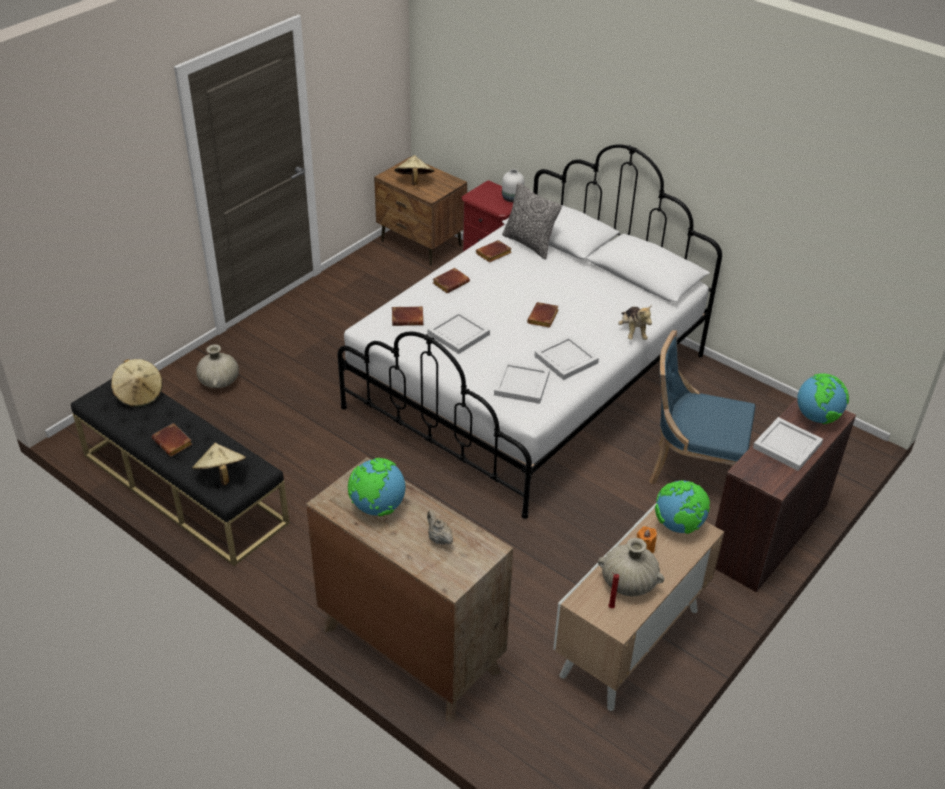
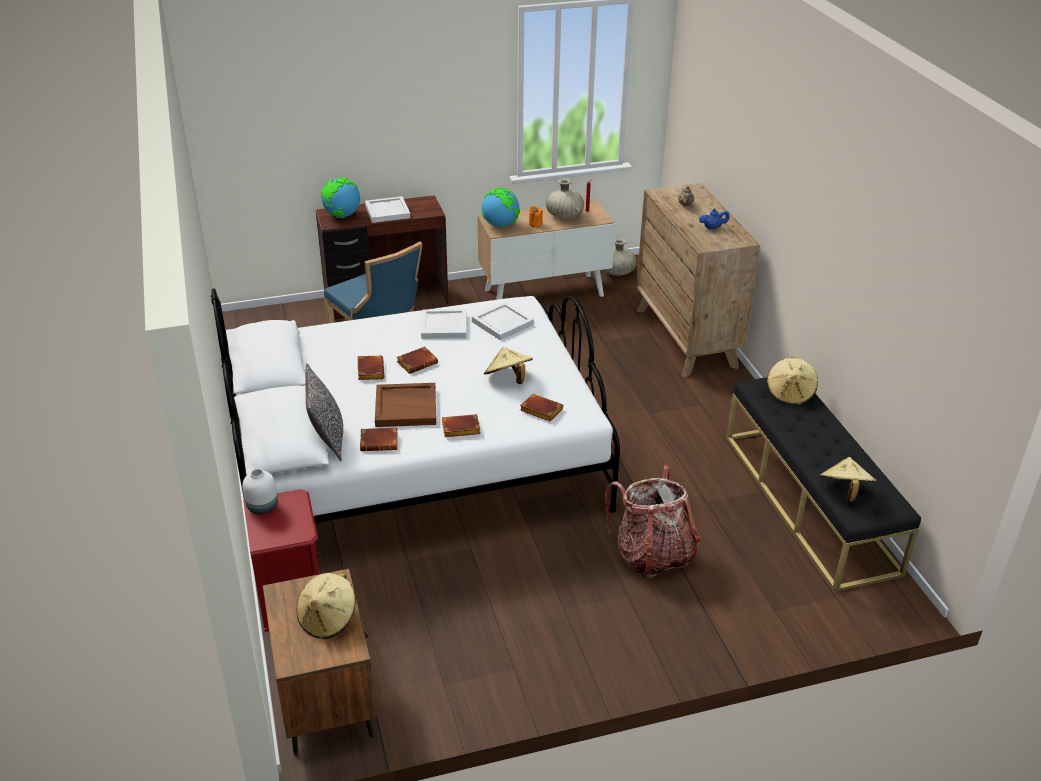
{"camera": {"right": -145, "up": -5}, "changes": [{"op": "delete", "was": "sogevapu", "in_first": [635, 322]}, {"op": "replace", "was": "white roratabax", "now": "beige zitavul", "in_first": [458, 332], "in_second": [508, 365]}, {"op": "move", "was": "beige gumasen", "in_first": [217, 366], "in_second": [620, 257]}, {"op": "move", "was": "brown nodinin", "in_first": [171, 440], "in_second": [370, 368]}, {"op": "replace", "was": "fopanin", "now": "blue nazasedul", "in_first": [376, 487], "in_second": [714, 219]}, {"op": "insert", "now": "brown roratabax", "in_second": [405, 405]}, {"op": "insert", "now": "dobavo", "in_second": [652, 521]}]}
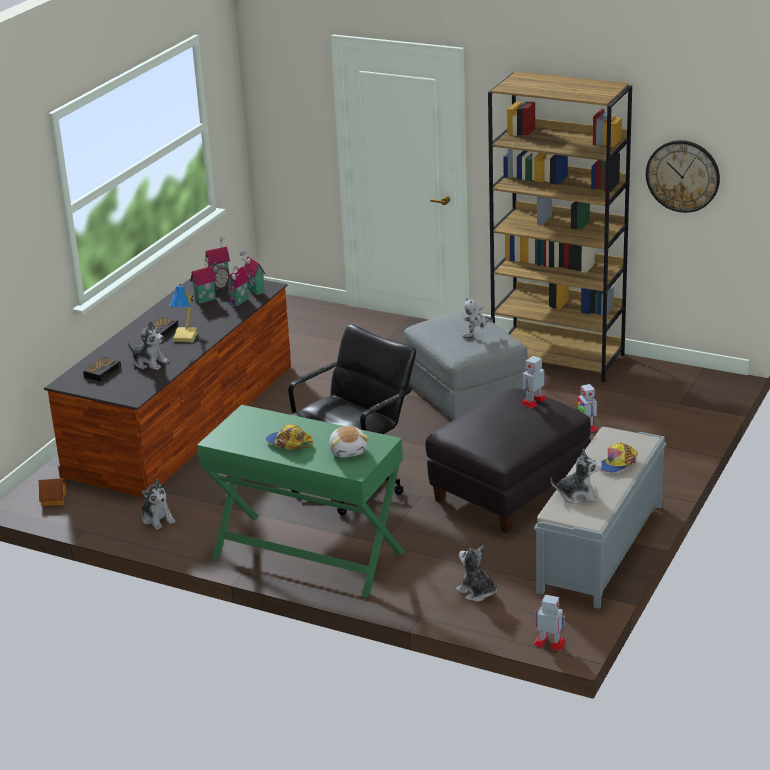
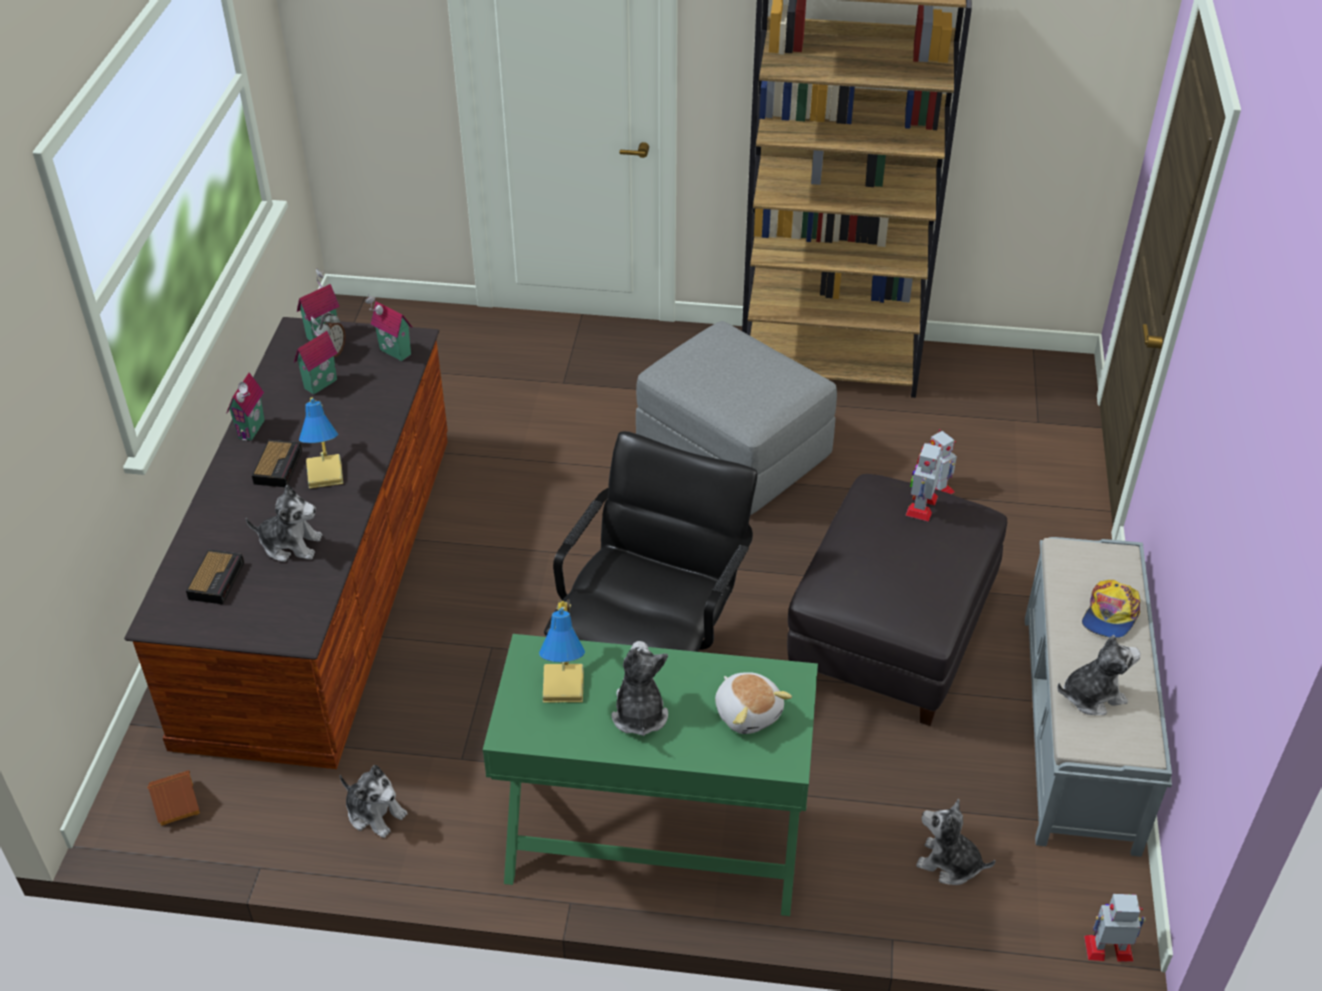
{"camera": {"right": -20, "up": 15}, "changes": [{"op": "delete", "was": "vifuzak", "in_first": [683, 176]}, {"op": "move", "was": "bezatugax", "in_first": [237, 286], "in_second": [246, 407]}, {"op": "delete", "was": "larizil", "in_first": [478, 318]}, {"op": "replace", "was": "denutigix", "now": "sogevapu", "in_first": [289, 437], "in_second": [639, 688]}, {"op": "insert", "now": "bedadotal", "in_second": [562, 651]}]}
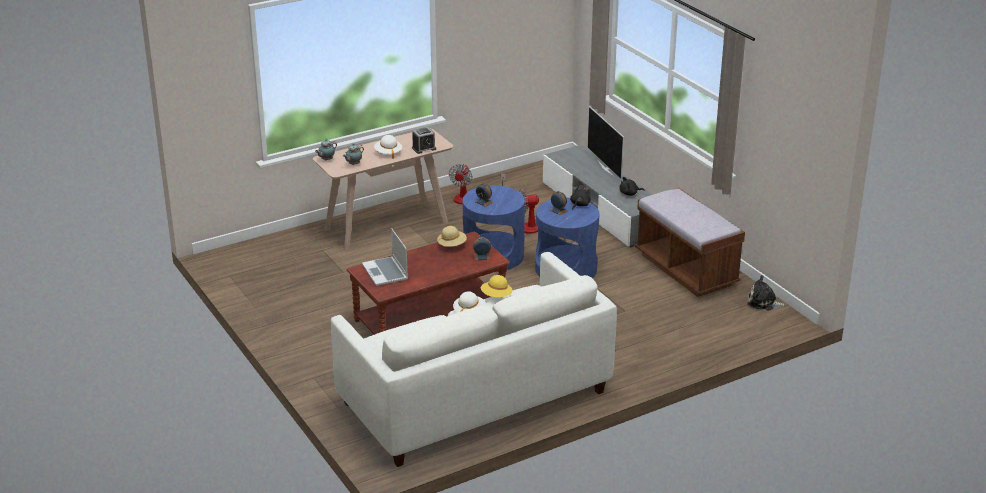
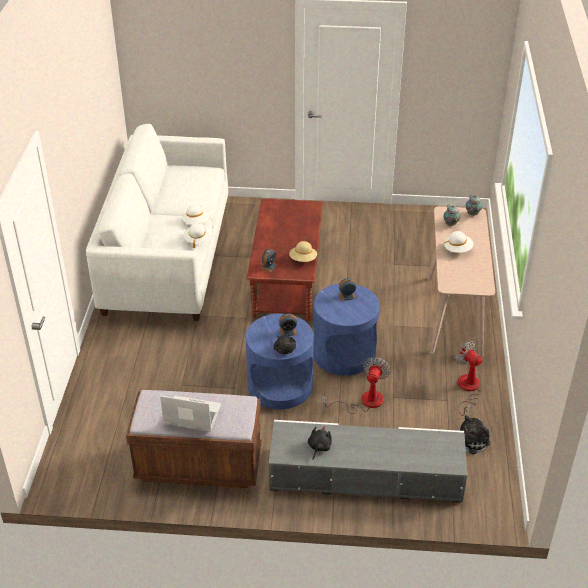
{"camera": {"right": 125, "up": 10}, "changes": [{"op": "delete", "was": "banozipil", "in_first": [605, 143]}, {"op": "delete", "was": "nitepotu", "in_first": [424, 140]}, {"op": "move", "was": "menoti", "in_first": [385, 257], "in_second": [190, 413]}, {"op": "recolor", "was": "yellow zitavul", "now": "white zitavul", "in_first": [497, 286], "in_second": [198, 235]}, {"op": "move", "was": "sogevapu", "in_first": [767, 293], "in_second": [475, 434]}]}
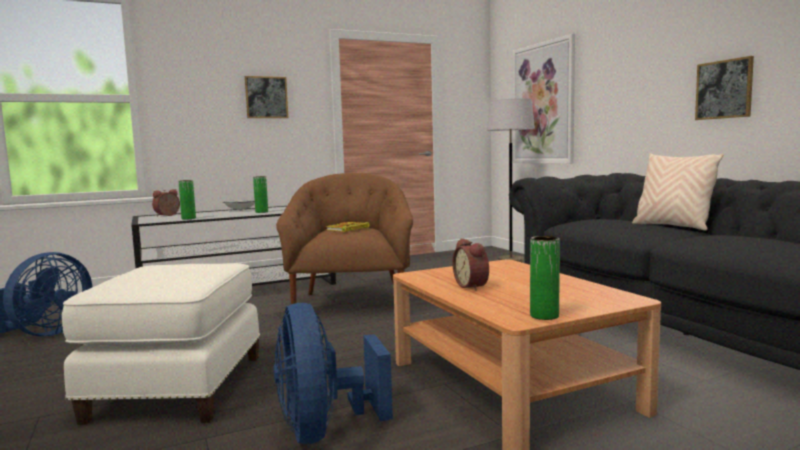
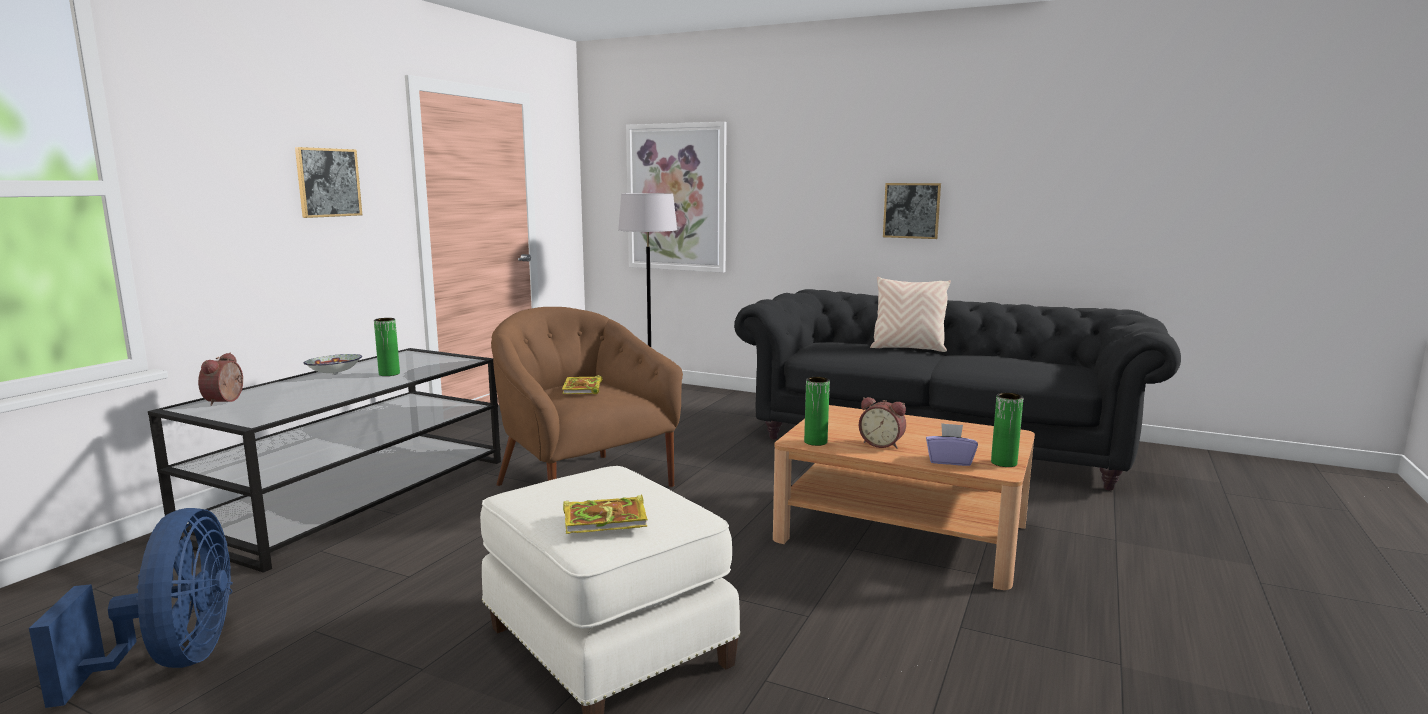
{"camera": {"right": -40, "up": 5}, "changes": [{"op": "move", "was": "green gumasen", "in_first": [187, 200], "in_second": [817, 411]}, {"op": "delete", "was": "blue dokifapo", "in_first": [333, 373]}, {"op": "insert", "now": "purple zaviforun", "in_second": [952, 444]}, {"op": "insert", "now": "nodinin", "in_second": [605, 514]}]}
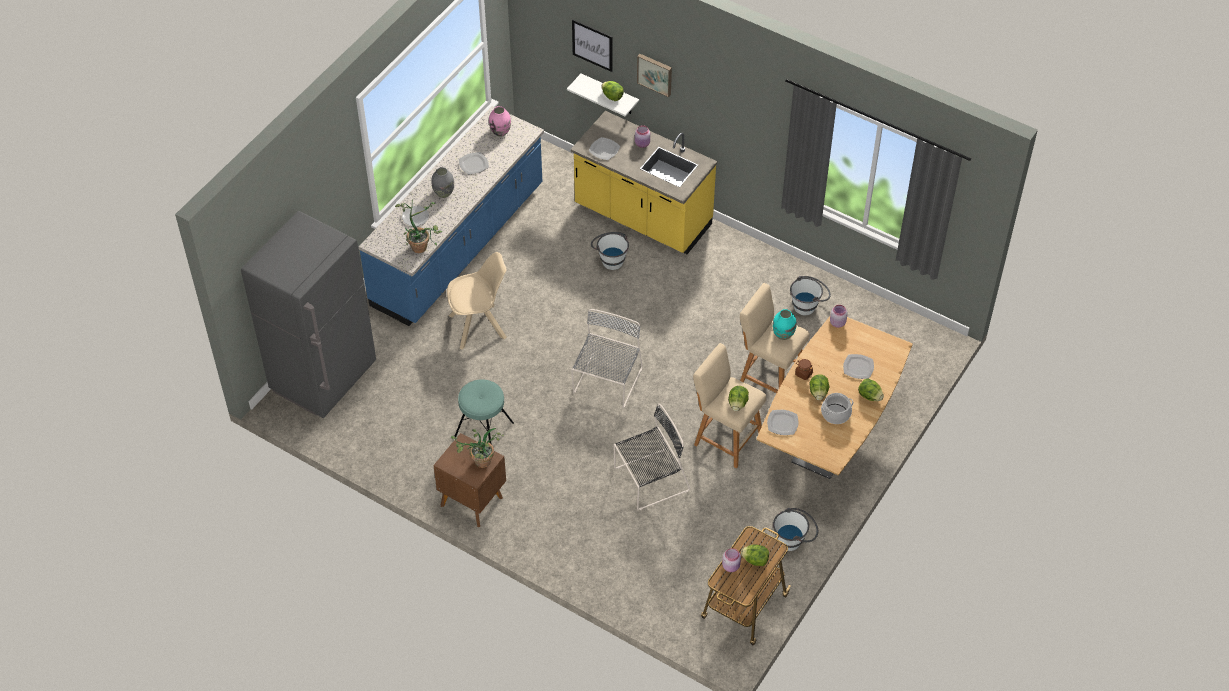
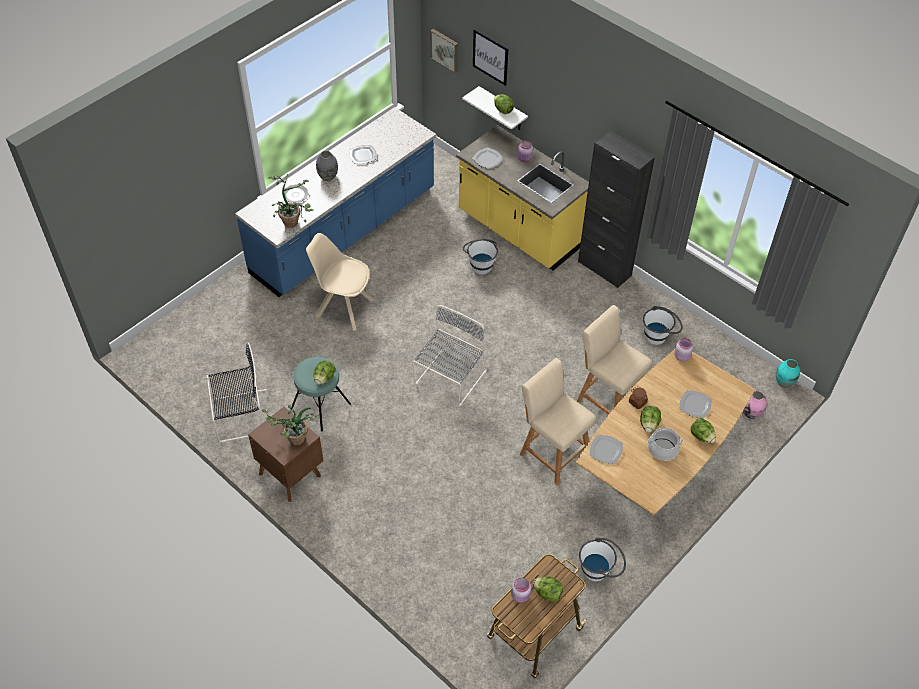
{"camera": {"right": 10, "up": 0}, "changes": [{"op": "move", "was": "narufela", "in_first": [654, 75], "in_second": [444, 51]}, {"op": "move", "was": "pink gumasen", "in_first": [500, 121], "in_second": [755, 404]}, {"op": "delete", "was": "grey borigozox", "in_first": [308, 314]}, {"op": "rotate", "was": "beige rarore", "in_first": [477, 301], "in_second": [340, 282], "clockwise": -150}, {"op": "move", "was": "turquoise gumasen", "in_first": [785, 324], "in_second": [788, 373]}, {"op": "move", "was": "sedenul", "in_first": [738, 398], "in_second": [325, 372]}, {"op": "move", "was": "black rarore", "in_first": [652, 457], "in_second": [237, 392]}, {"op": "insert", "now": "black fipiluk", "in_second": [616, 209]}]}
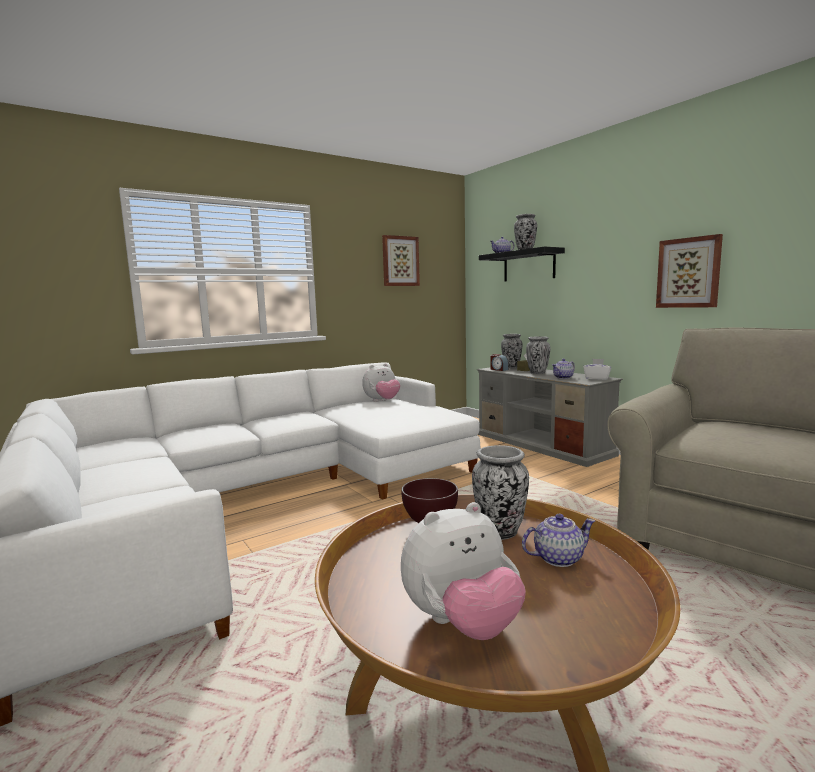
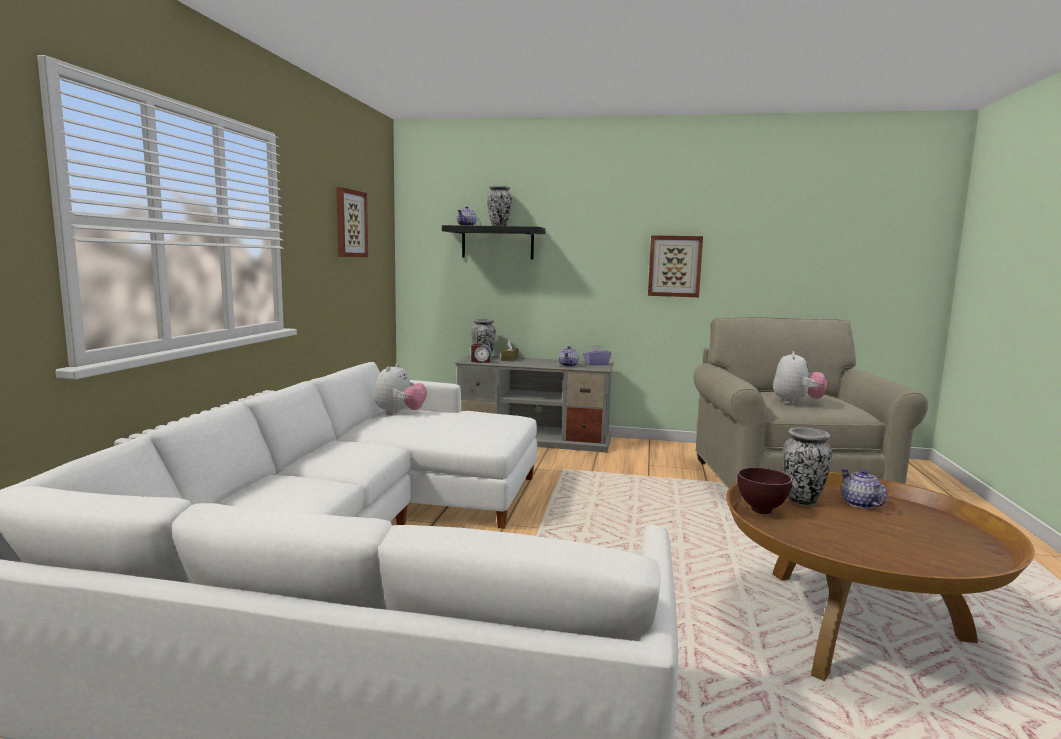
{"camera": {"right": -45, "up": 0}, "changes": [{"op": "delete", "was": "gumasen", "in_first": [538, 355]}, {"op": "recolor", "was": "white zaviforun", "now": "purple zaviforun", "in_first": [597, 369], "in_second": [597, 354]}, {"op": "move", "was": "sogevapu", "in_first": [463, 571], "in_second": [800, 377]}, {"op": "rotate", "was": "nazasedul", "in_first": [558, 540], "in_second": [864, 489], "clockwise": -45}]}
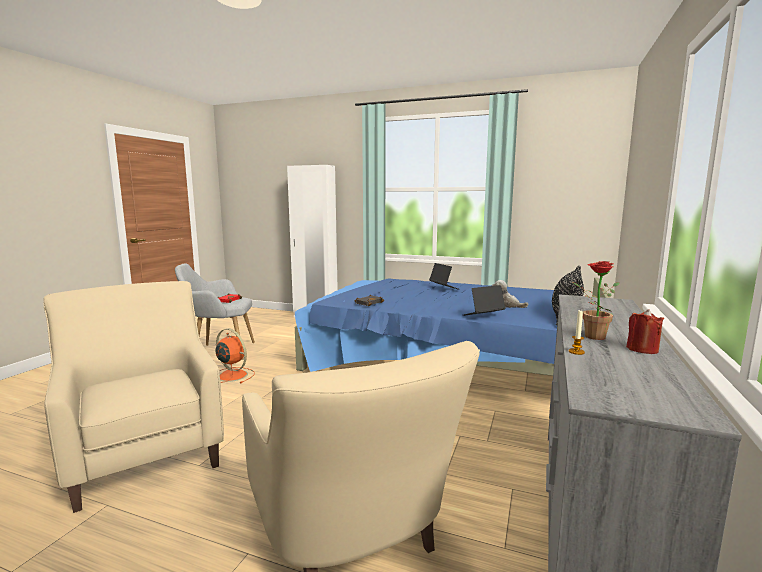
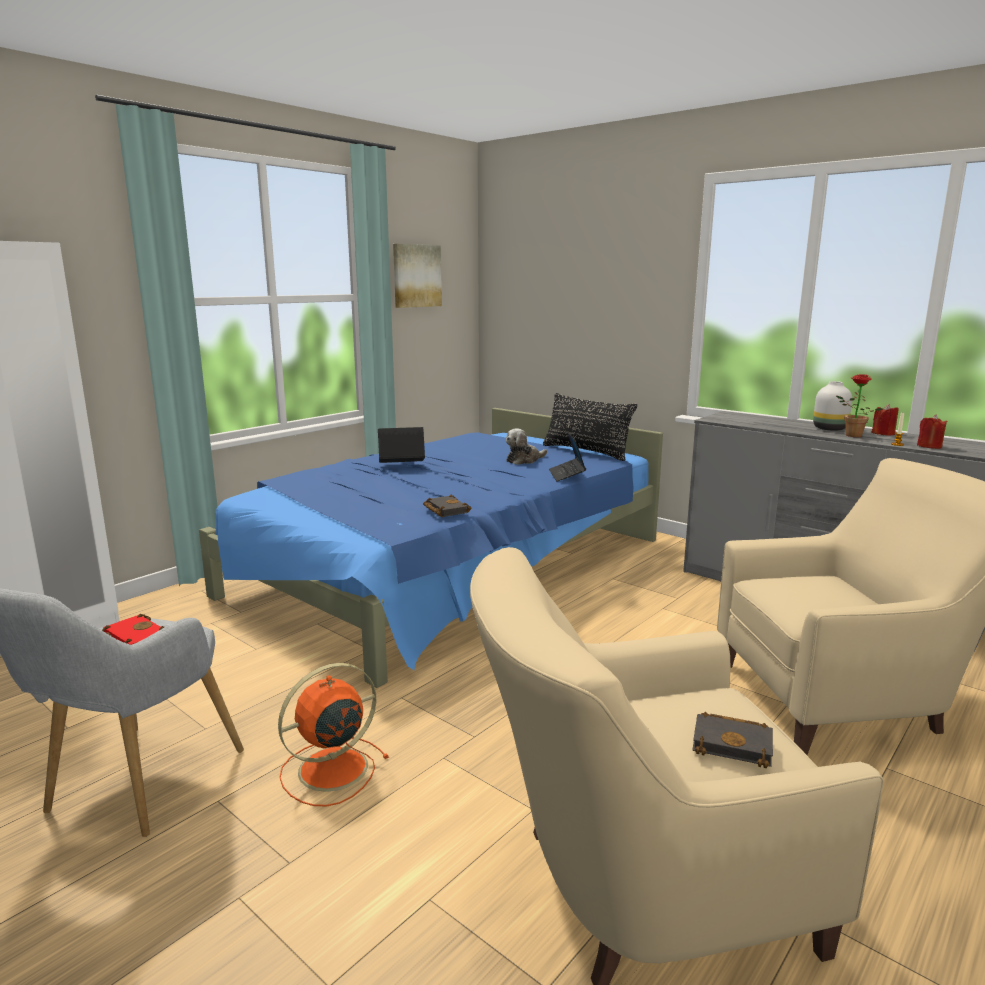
{"camera": {"right": -70, "up": 5}, "changes": [{"op": "insert", "now": "narufela", "in_second": [417, 276]}, {"op": "insert", "now": "white gumasen", "in_second": [832, 406]}, {"op": "insert", "now": "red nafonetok", "in_second": [932, 431]}, {"op": "insert", "now": "black nodinin", "in_second": [732, 740]}]}
